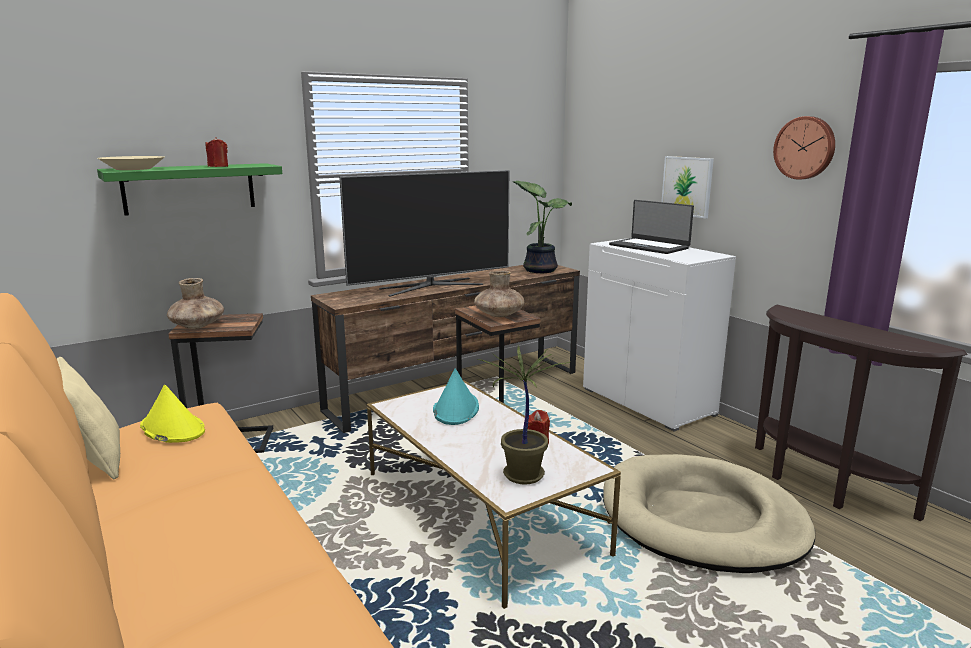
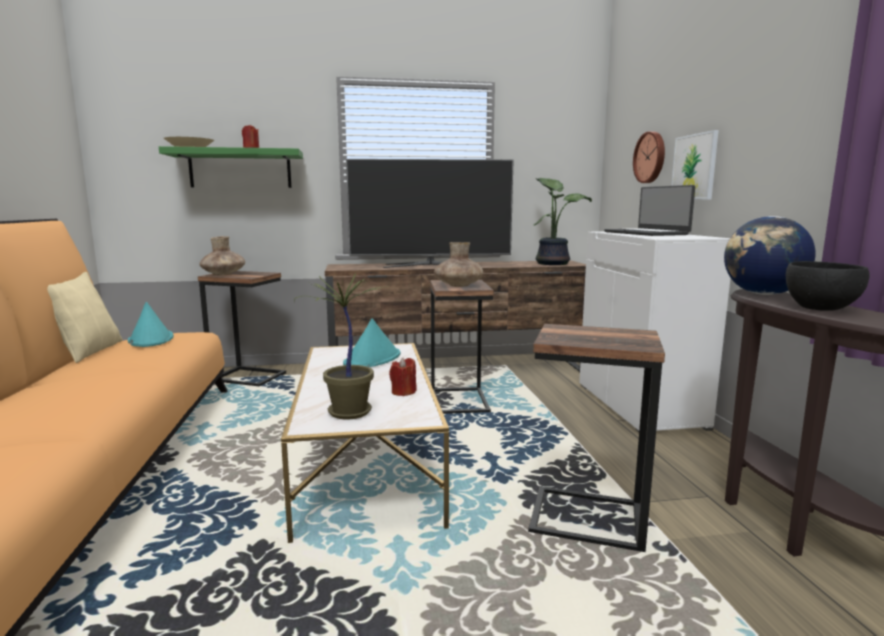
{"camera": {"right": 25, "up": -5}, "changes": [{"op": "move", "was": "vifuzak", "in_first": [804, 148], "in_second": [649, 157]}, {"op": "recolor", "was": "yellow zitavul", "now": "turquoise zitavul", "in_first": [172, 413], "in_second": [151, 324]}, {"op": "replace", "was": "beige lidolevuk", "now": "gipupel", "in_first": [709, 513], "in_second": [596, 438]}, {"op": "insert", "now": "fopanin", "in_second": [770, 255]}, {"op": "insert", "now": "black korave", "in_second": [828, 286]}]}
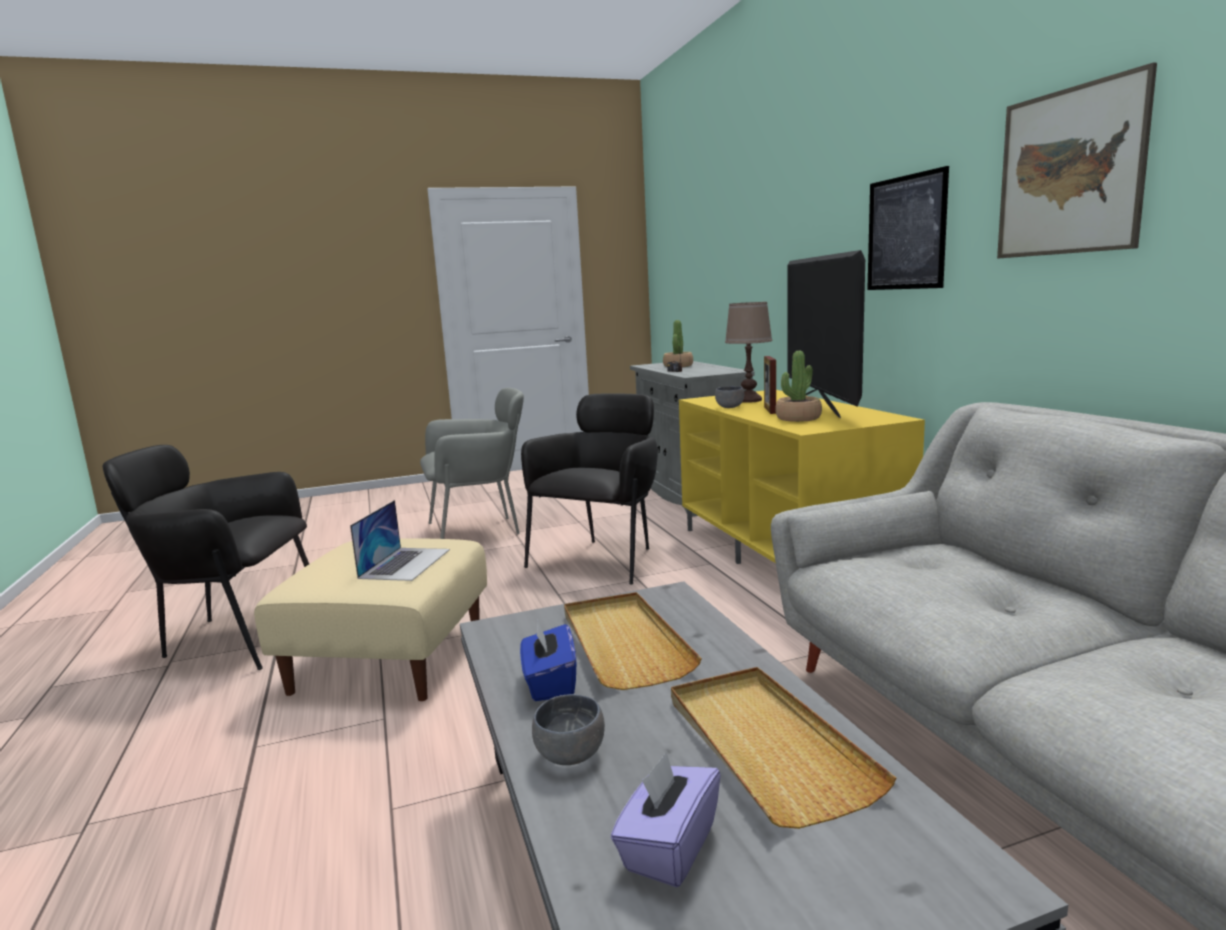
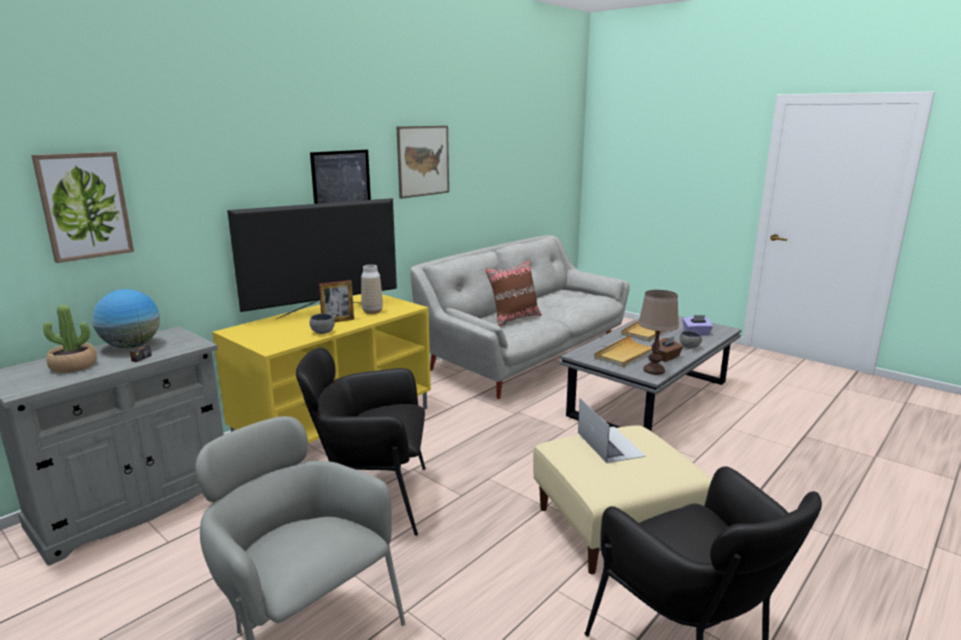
{"camera": {"right": -120, "up": 5}, "changes": [{"op": "move", "was": "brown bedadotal", "in_first": [748, 352], "in_second": [658, 332]}, {"op": "replace", "was": "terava", "now": "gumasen", "in_first": [798, 386], "in_second": [372, 289]}, {"op": "rotate", "was": "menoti", "in_first": [400, 540], "in_second": [612, 430], "clockwise": 90}, {"op": "recolor", "was": "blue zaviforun", "now": "brown zaviforun", "in_first": [548, 660], "in_second": [667, 349]}, {"op": "insert", "now": "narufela", "in_second": [82, 207]}, {"op": "insert", "now": "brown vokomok", "in_second": [513, 293]}, {"op": "insert", "now": "fopanin", "in_second": [126, 318]}]}
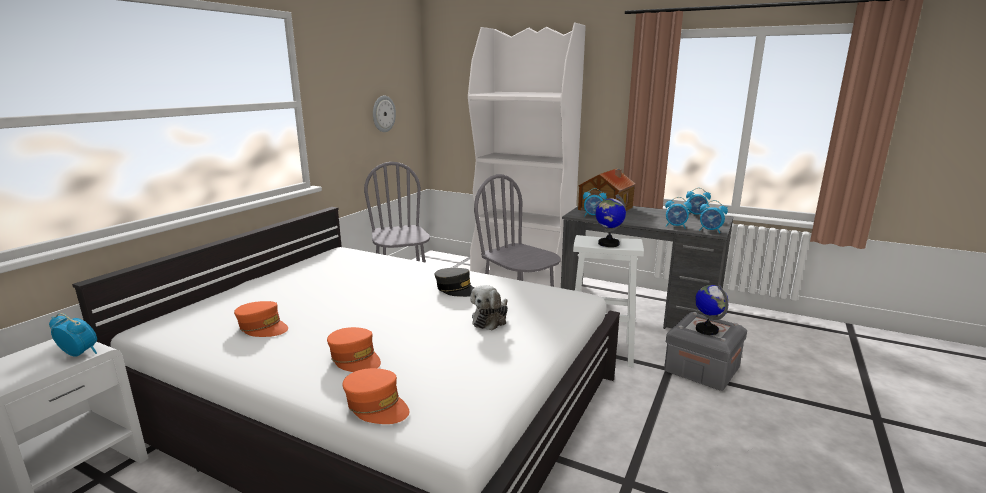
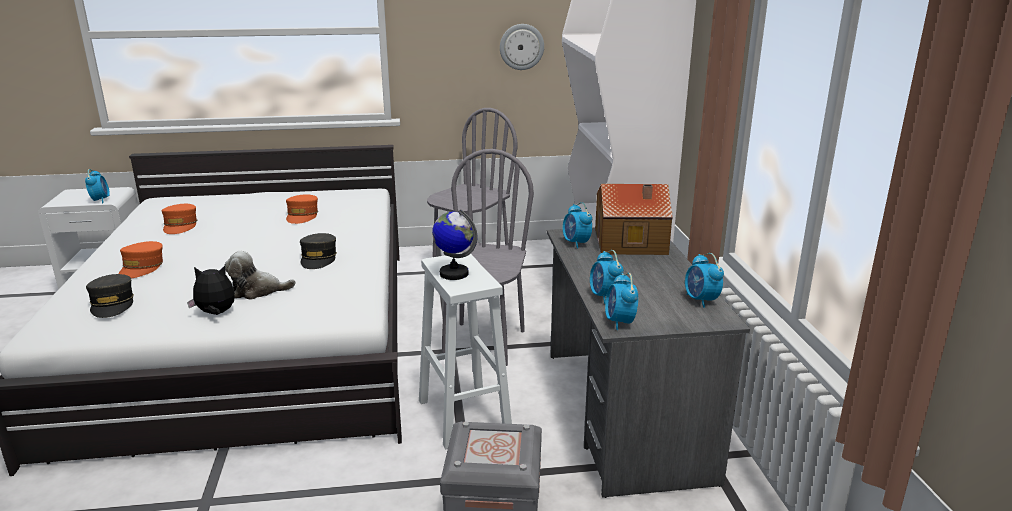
{"camera": {"right": 55, "up": 5}, "changes": [{"op": "delete", "was": "fopanin", "in_first": [711, 310]}, {"op": "move", "was": "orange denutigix", "in_first": [376, 396], "in_second": [302, 209]}, {"op": "insert", "now": "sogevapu", "in_second": [211, 290]}, {"op": "insert", "now": "grey denutigix", "in_second": [110, 296]}]}
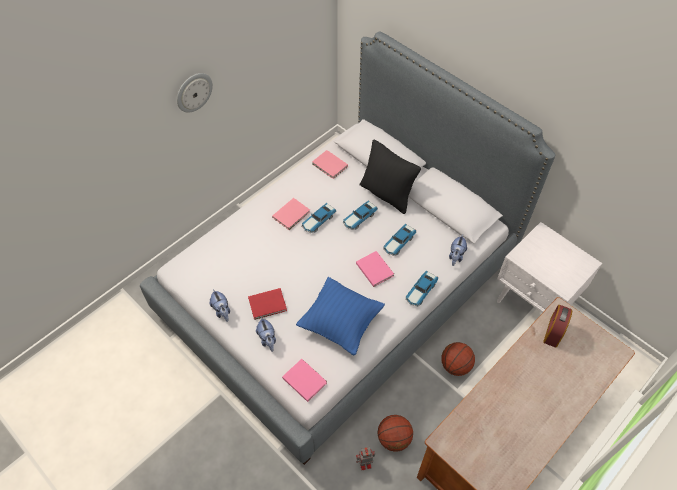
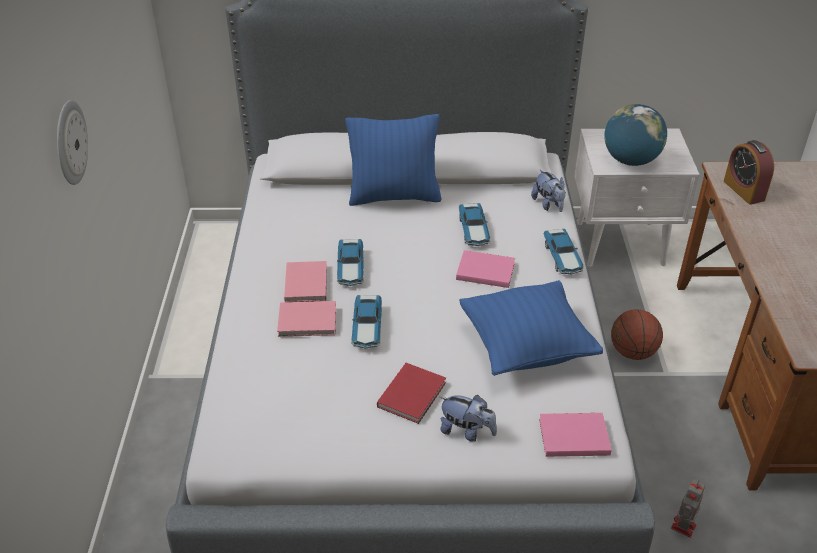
{"camera": {"right": -45, "up": -15}, "changes": [{"op": "recolor", "was": "black vokomok", "now": "blue vokomok", "in_first": [390, 176], "in_second": [393, 160]}, {"op": "move", "was": "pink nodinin", "in_first": [330, 164], "in_second": [306, 319]}, {"op": "move", "was": "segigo", "in_first": [360, 215], "in_second": [366, 322]}, {"op": "delete", "was": "sogevapu", "in_first": [220, 305]}, {"op": "delete", "was": "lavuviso", "in_first": [395, 433]}, {"op": "insert", "now": "fopanin", "in_second": [635, 135]}]}
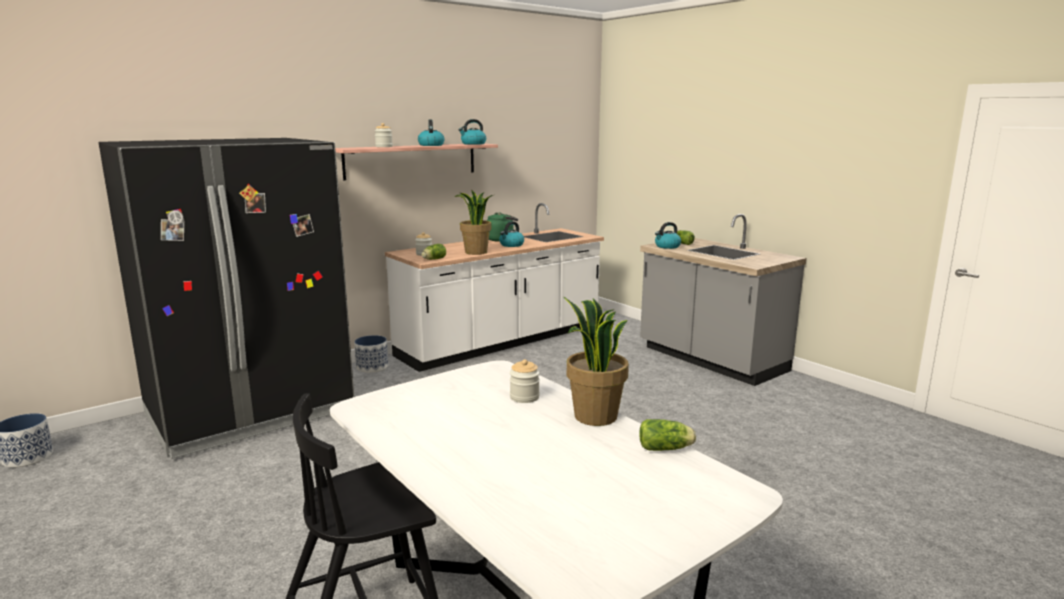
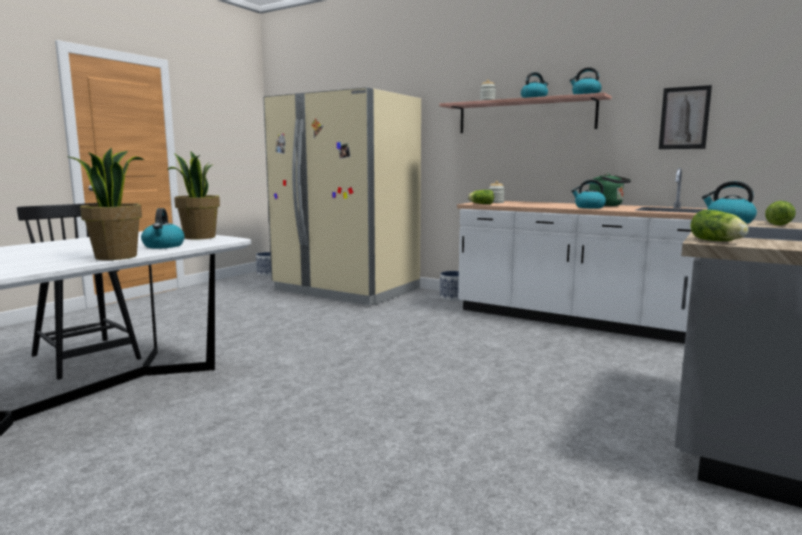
{"camera": {"right": 70, "up": -5}, "changes": [{"op": "recolor", "was": "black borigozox", "now": "beige borigozox", "in_first": [226, 298], "in_second": [342, 196]}, {"op": "move", "was": "terava", "in_first": [473, 222], "in_second": [193, 195]}, {"op": "replace", "was": "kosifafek", "now": "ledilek", "in_first": [525, 381], "in_second": [163, 228]}, {"op": "move", "was": "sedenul", "in_first": [667, 435], "in_second": [719, 225]}, {"op": "insert", "now": "narufela", "in_second": [685, 117]}]}
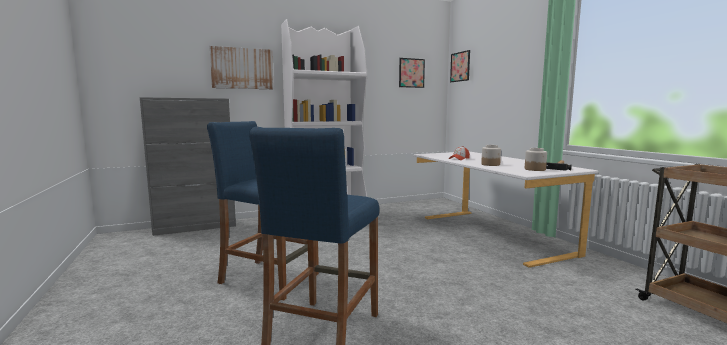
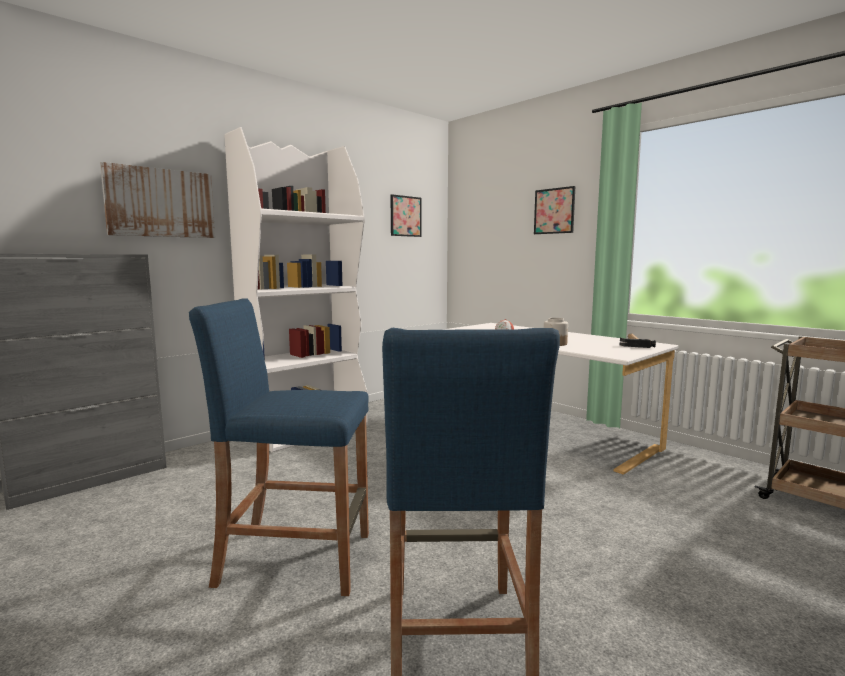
{"camera": {"right": -20, "up": 0}, "changes": [{"op": "move", "was": "narufela", "in_first": [460, 66], "in_second": [554, 210]}, {"op": "delete", "was": "kosifafek", "in_first": [536, 159]}]}
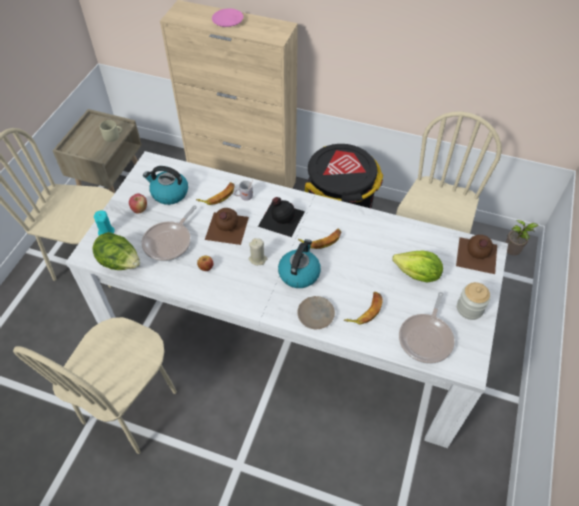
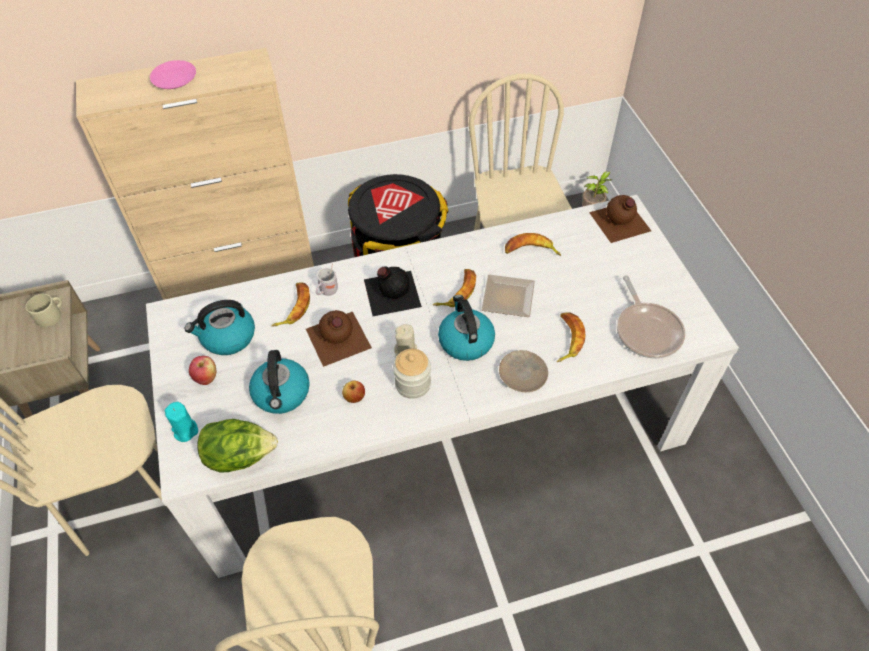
{"camera": {"right": -35, "up": 0}, "changes": [{"op": "replace", "was": "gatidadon", "now": "ledilek", "in_first": [169, 233], "in_second": [279, 382]}, {"op": "delete", "was": "sedenul", "in_first": [417, 267]}, {"op": "move", "was": "kosifafek", "in_first": [473, 301], "in_second": [412, 374]}, {"op": "insert", "now": "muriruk", "in_second": [533, 244]}, {"op": "insert", "now": "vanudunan", "in_second": [508, 295]}]}
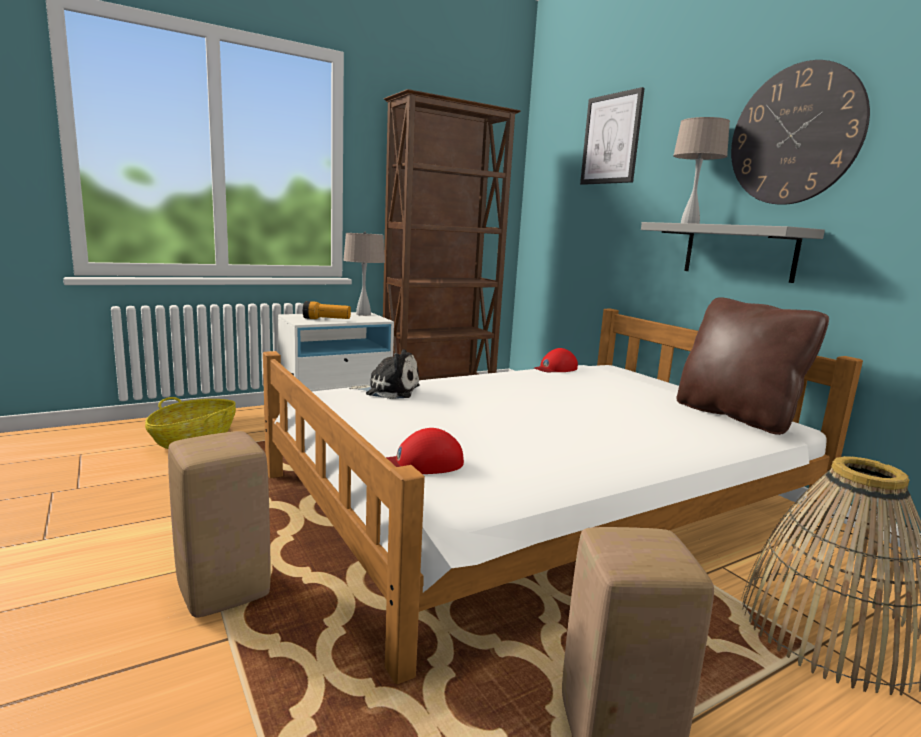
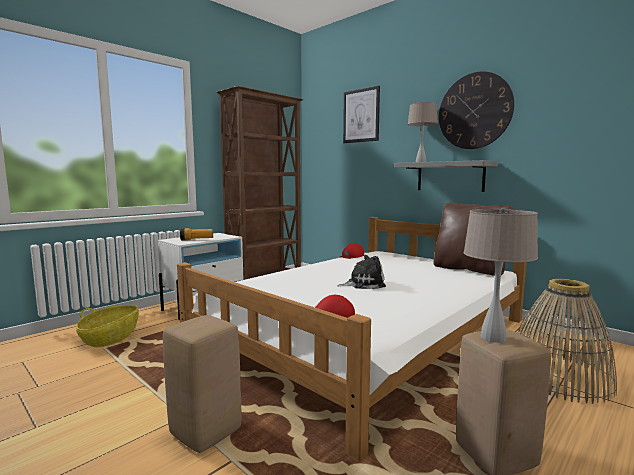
{"camera": {"right": -15, "up": -5}, "changes": [{"op": "move", "was": "beige bedadotal", "in_first": [364, 274], "in_second": [501, 275]}, {"op": "move", "was": "sogevapu", "in_first": [384, 374], "in_second": [362, 272]}]}
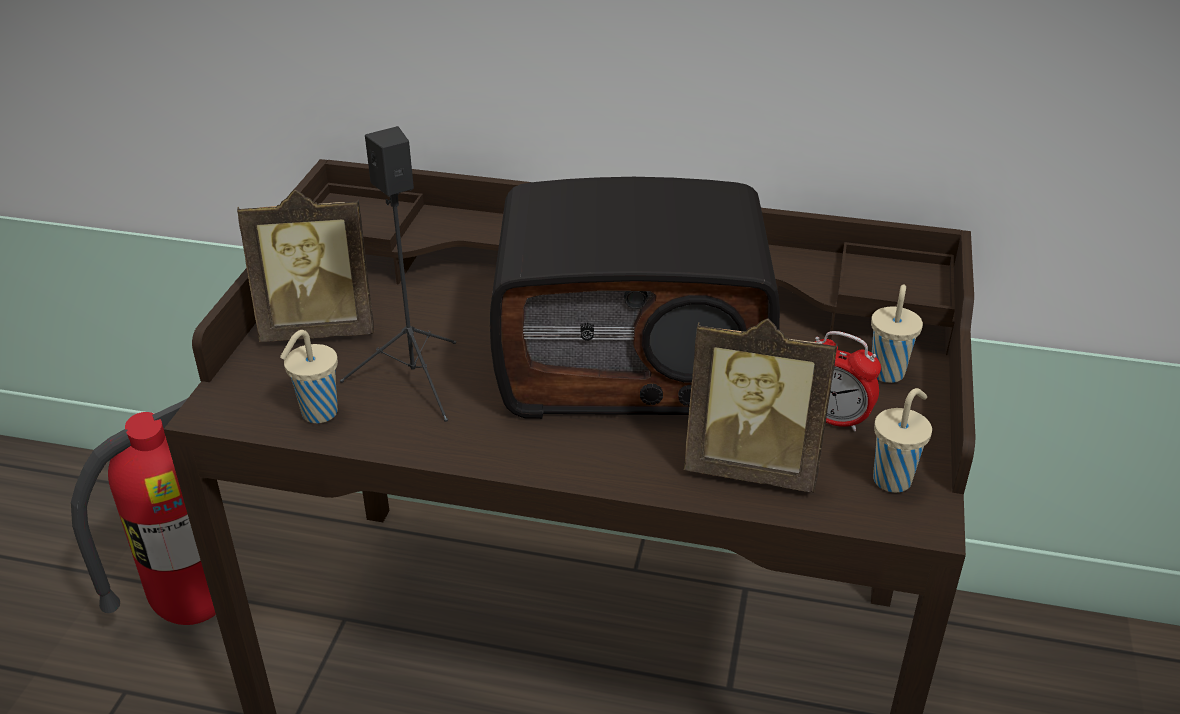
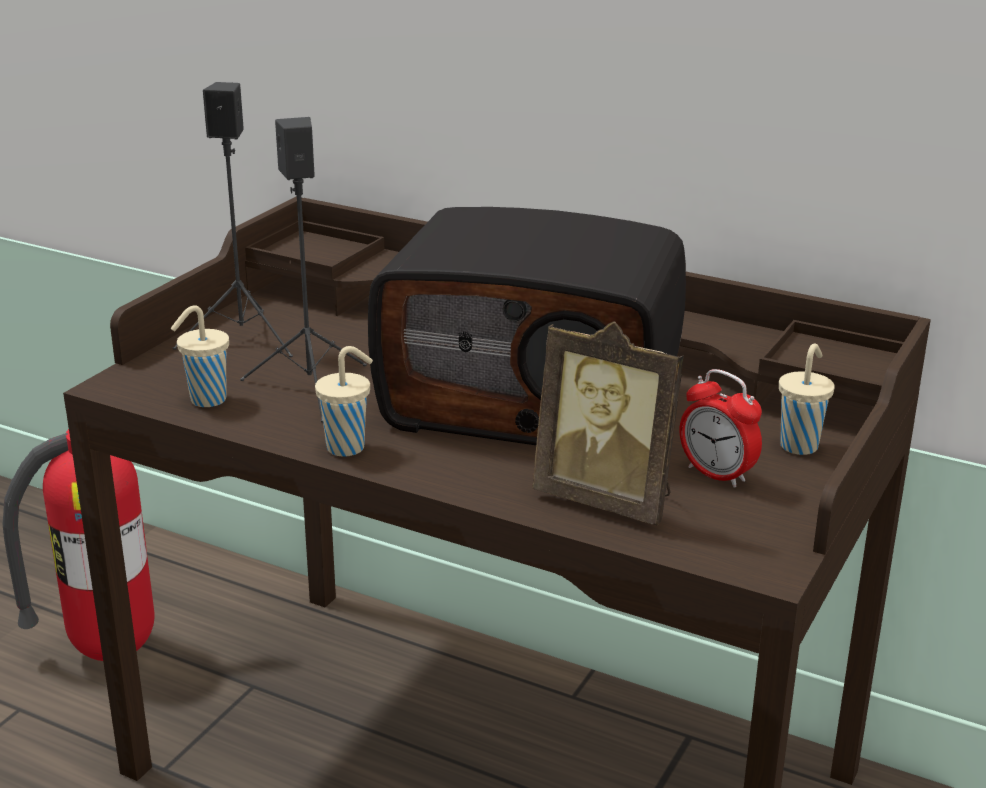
{"camera": {"right": 15, "up": -10}, "changes": [{"op": "replace", "was": "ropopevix", "now": "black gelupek", "in_first": [305, 265], "in_second": [233, 219]}, {"op": "move", "was": "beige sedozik", "in_first": [902, 440], "in_second": [344, 401]}]}
